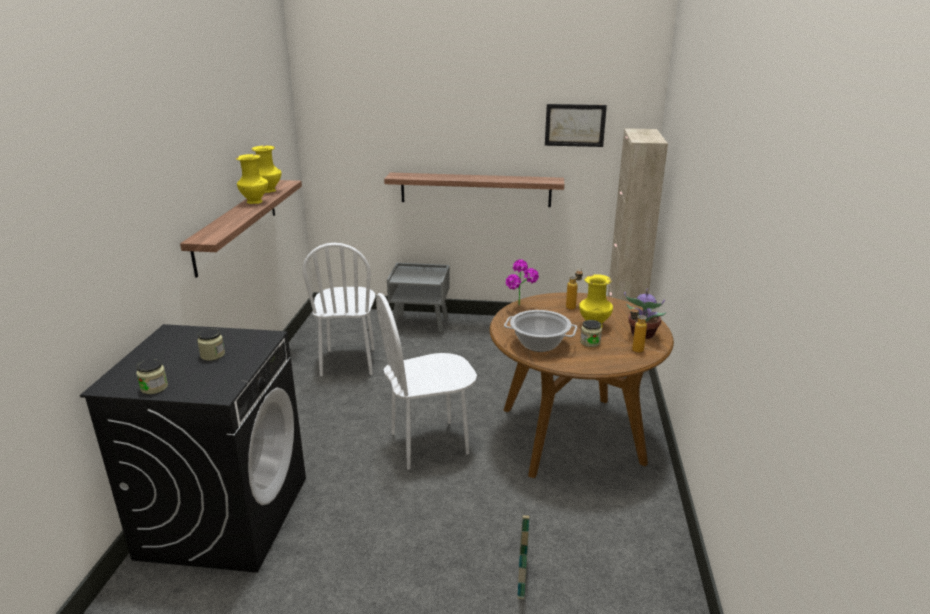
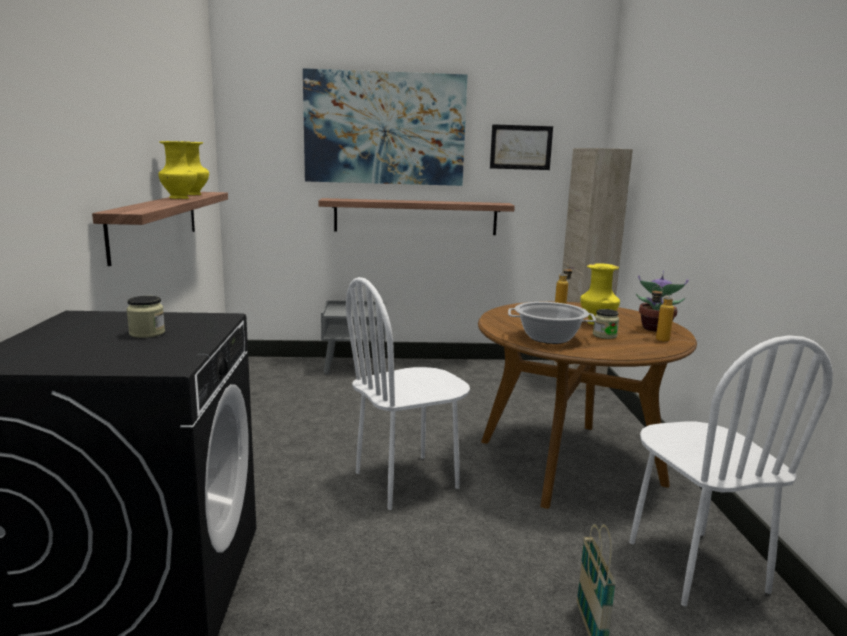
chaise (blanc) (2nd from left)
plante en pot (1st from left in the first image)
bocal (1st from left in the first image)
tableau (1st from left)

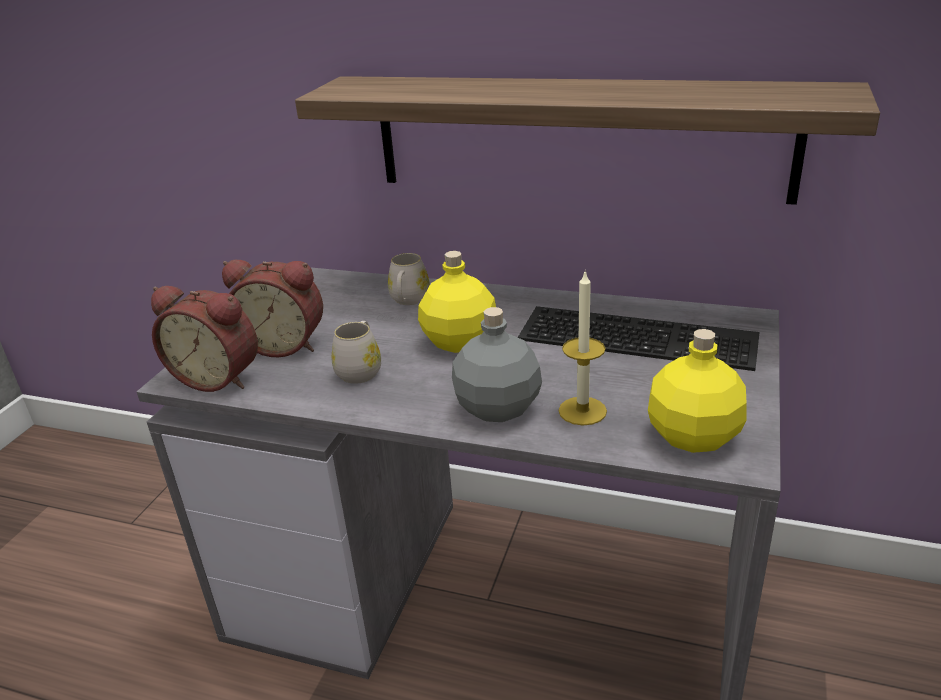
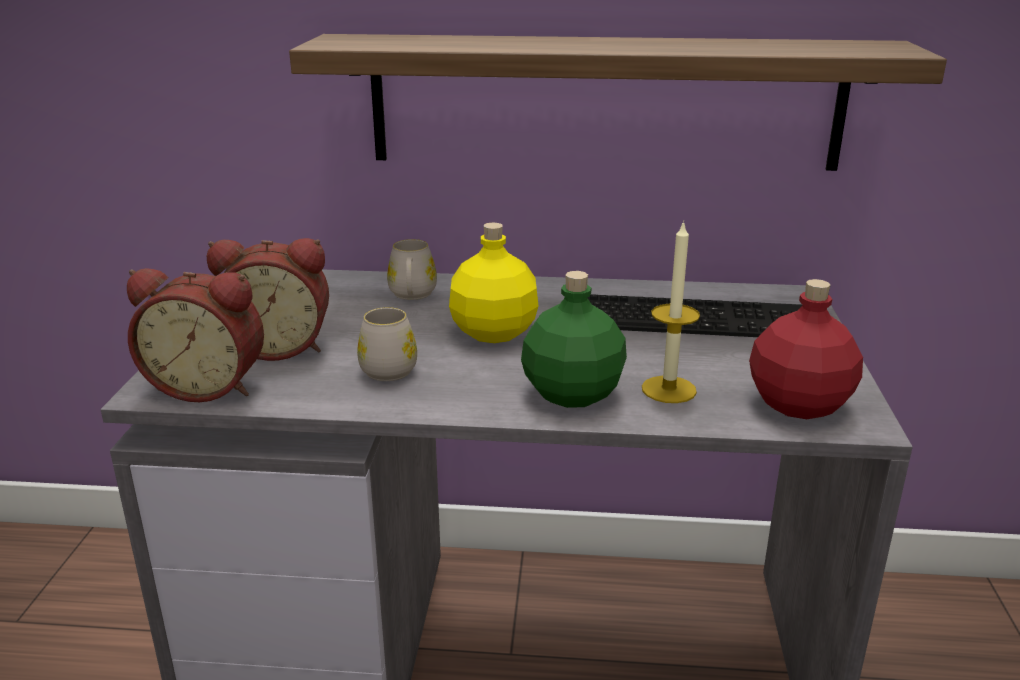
bouteille (vert)
bouteille (rouge)

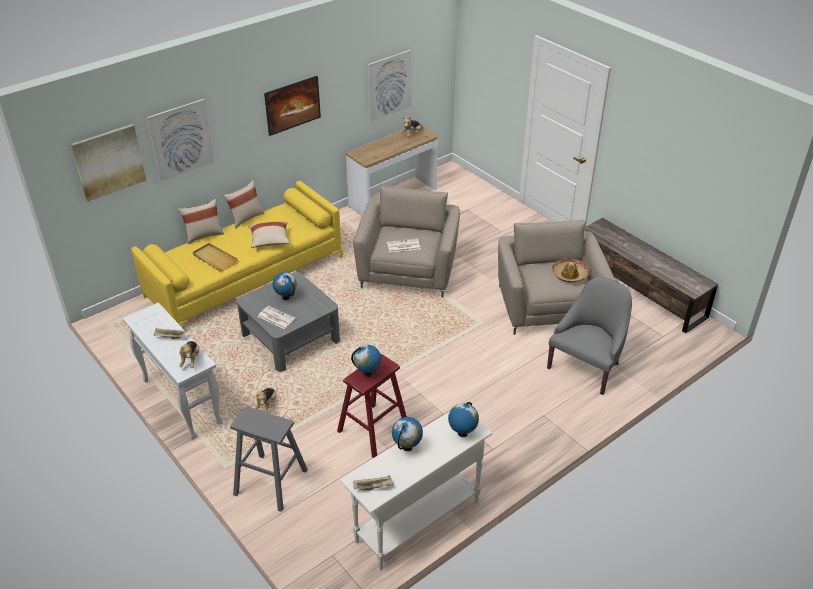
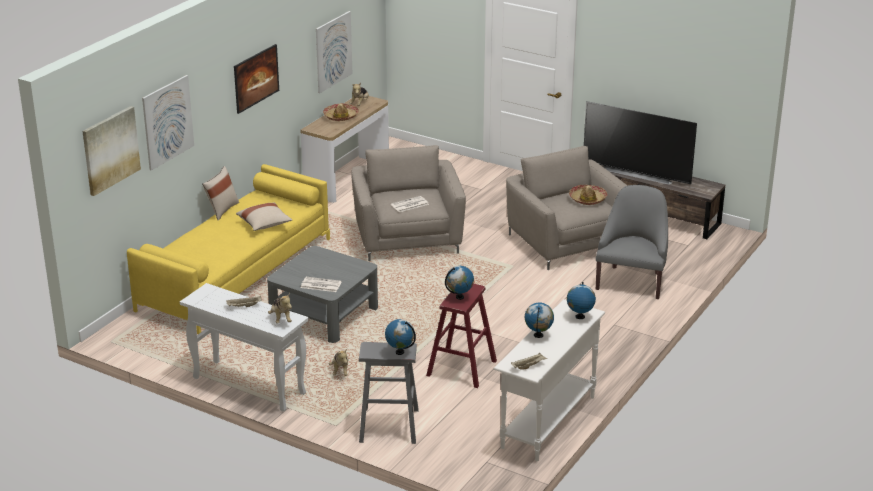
coussin (beige) (1st from left in the first image)
plateau (beige) (2nd from left in the first image)
globe (1st from left)
téléviseur
chapeau (1st from left)

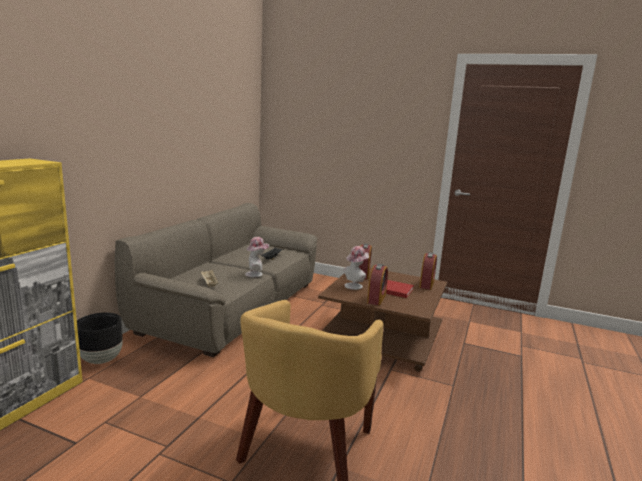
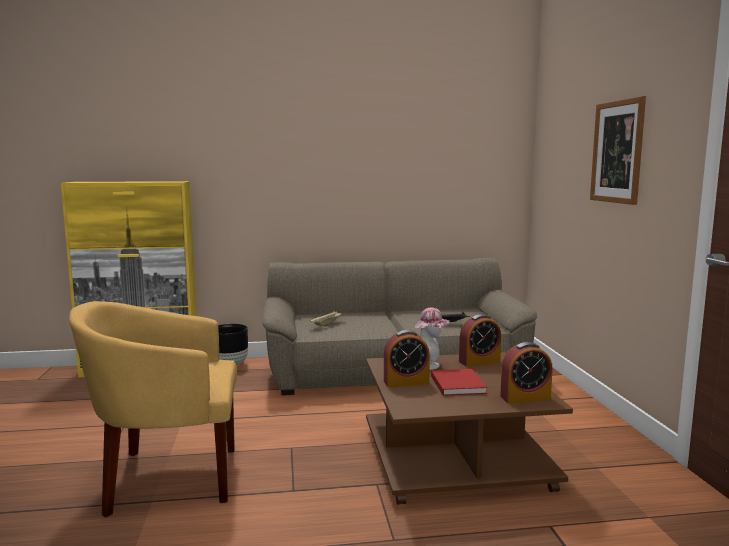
chapeau (1st from left in the first image)
tableau

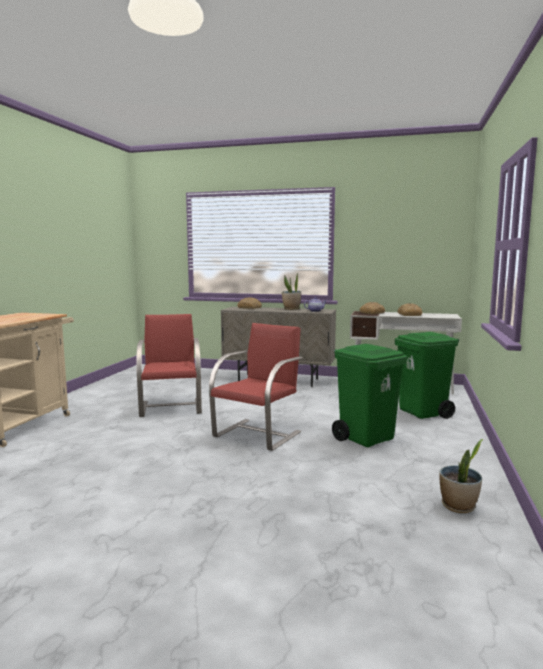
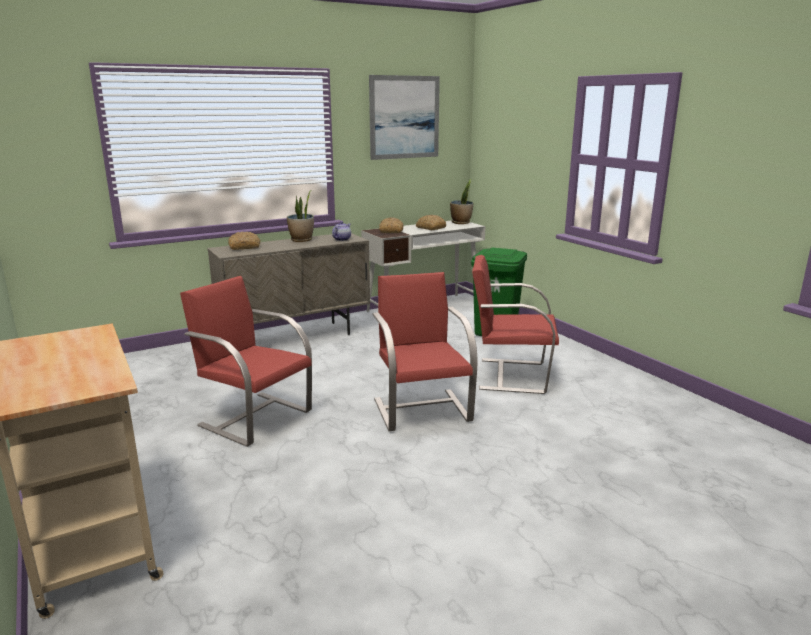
chaise (rouge) (3rd from left)
plante en pot (2nd from left)
tableau

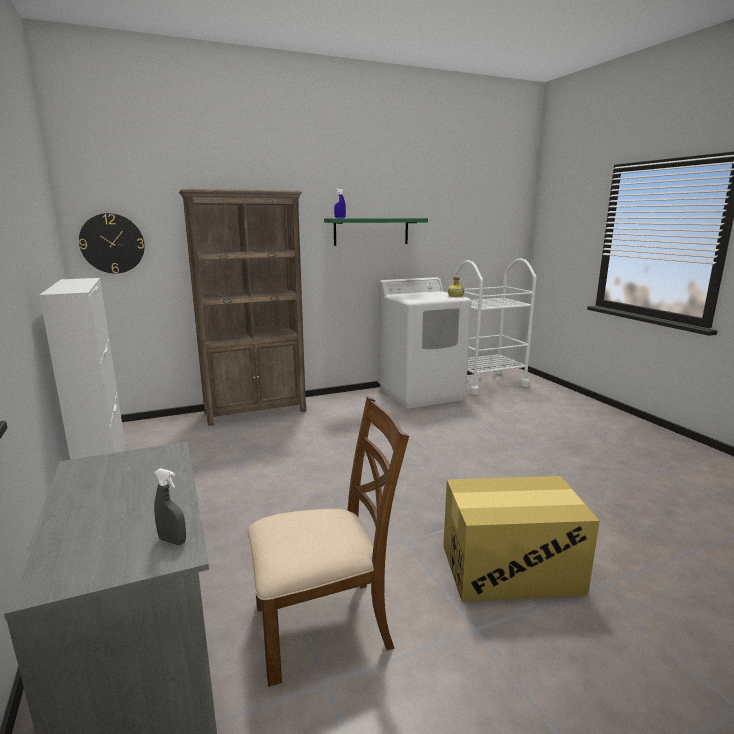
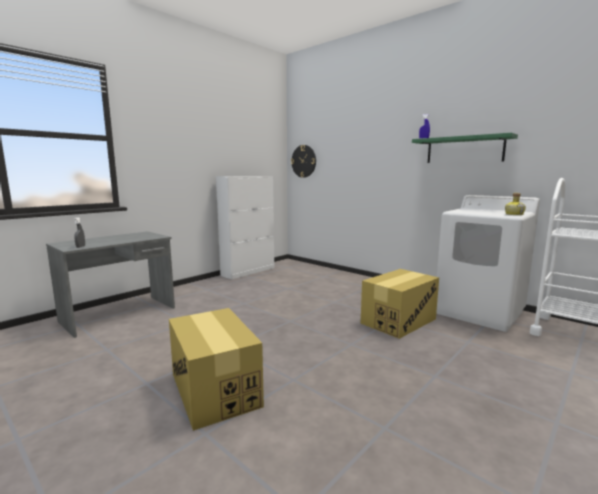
bibliothèque (marron)
chaise (marron)
carton (2nd from left)

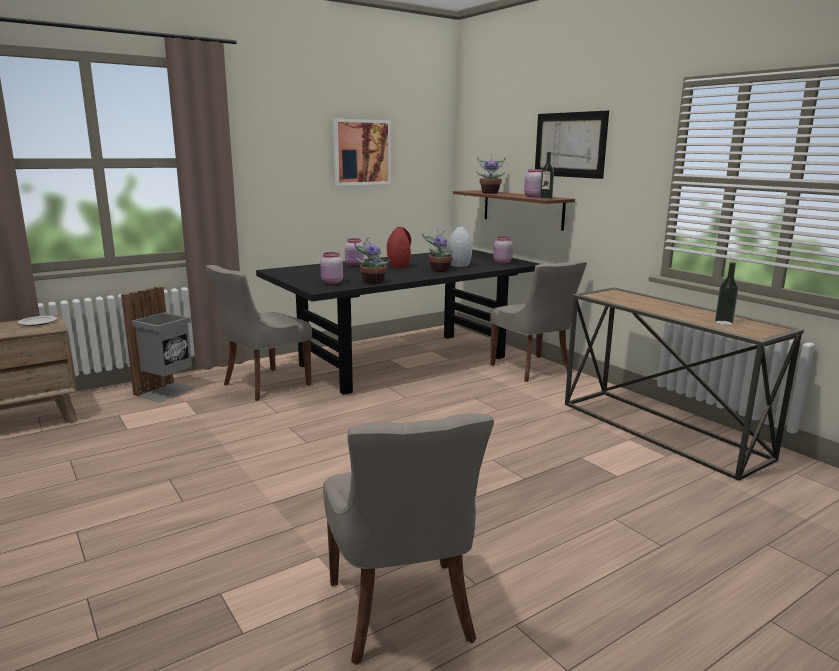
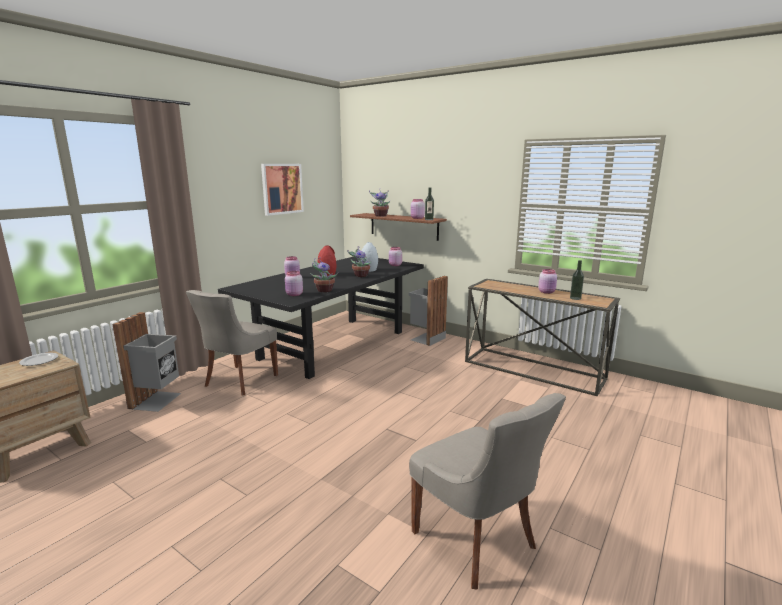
tableau (2nd from left in the first image)
poubelle (gris) (2nd from left)
bocal (rose) (5th from left)

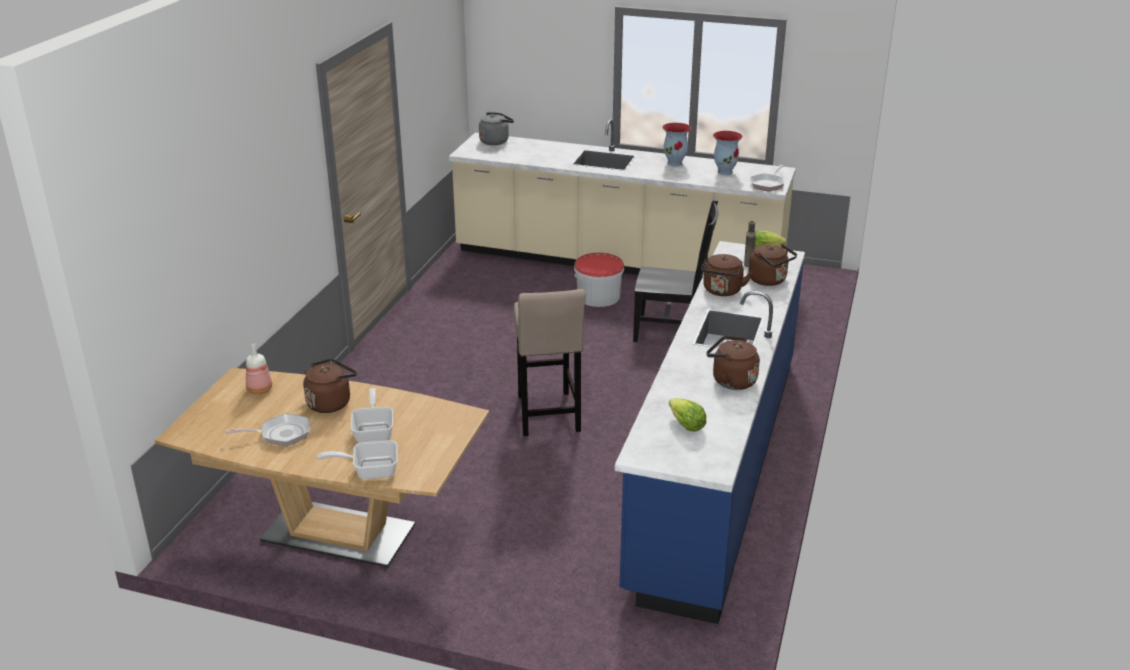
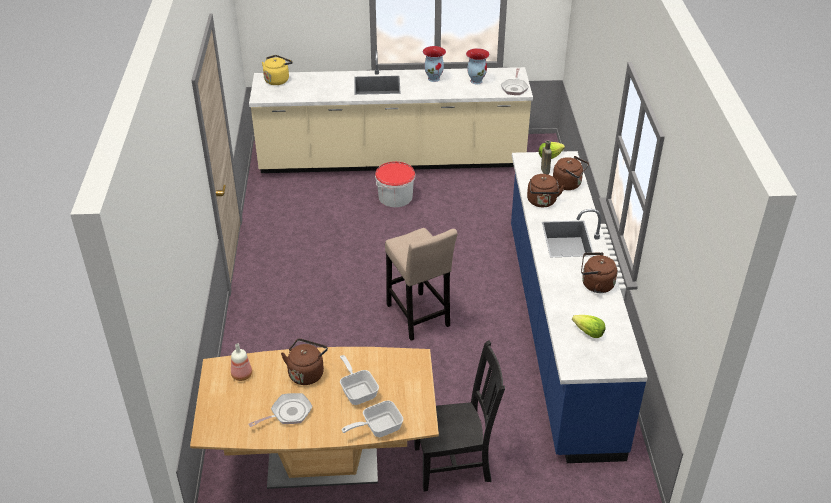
bouilloire (jaune)
chaise (noir)

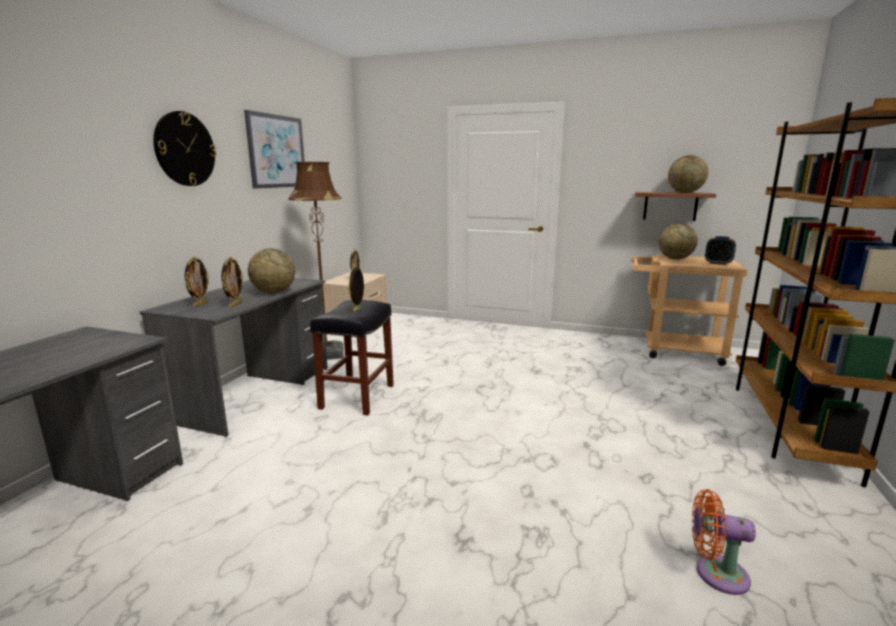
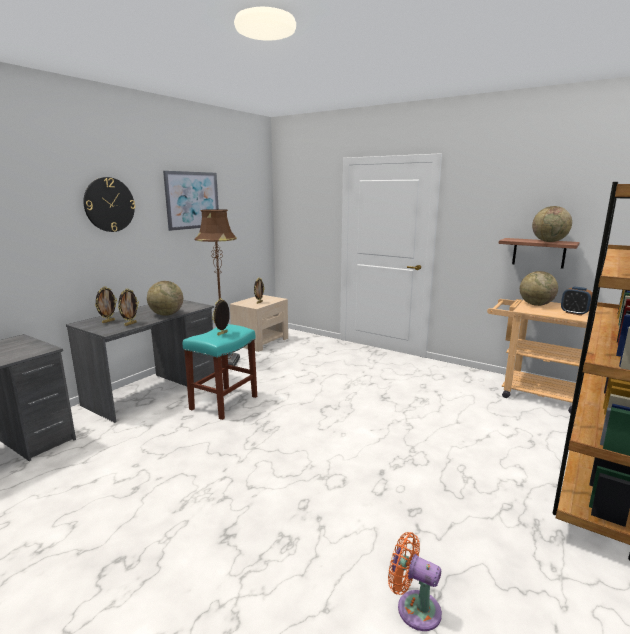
tabouret (turquoise)

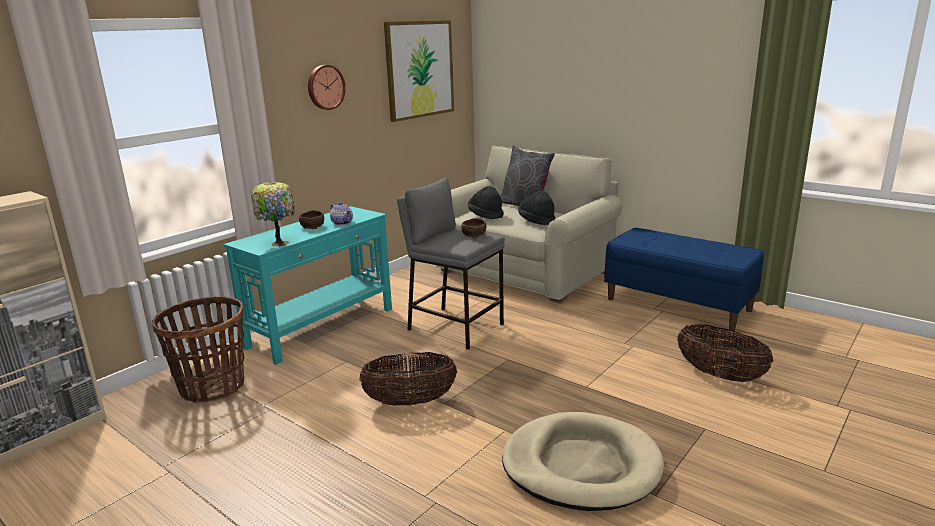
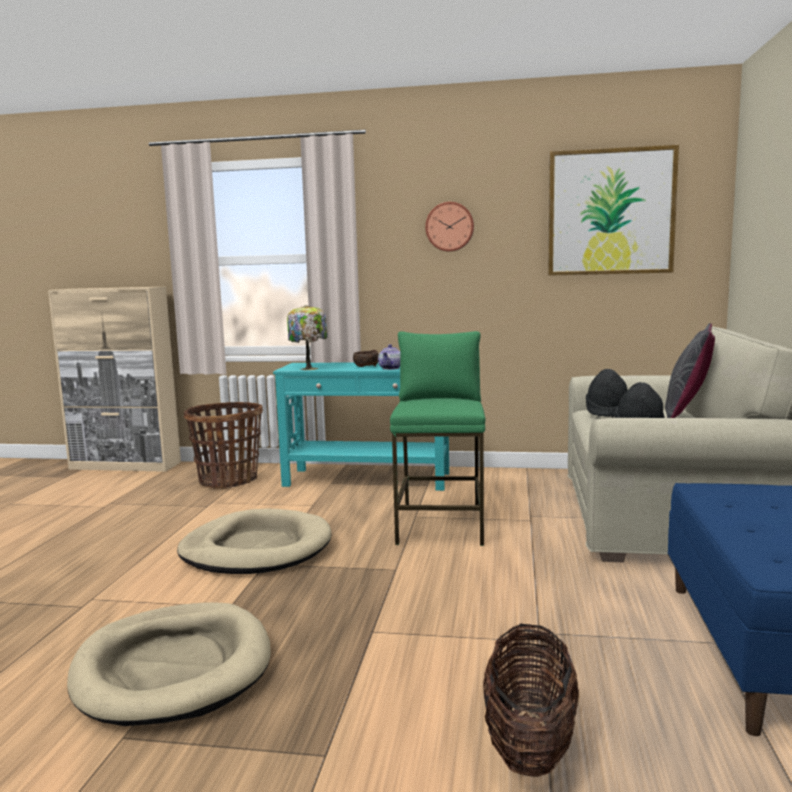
tabouret (vert)
bol (marron) (2nd from left in the first image)
panier pour chien (beige) (2nd from left)

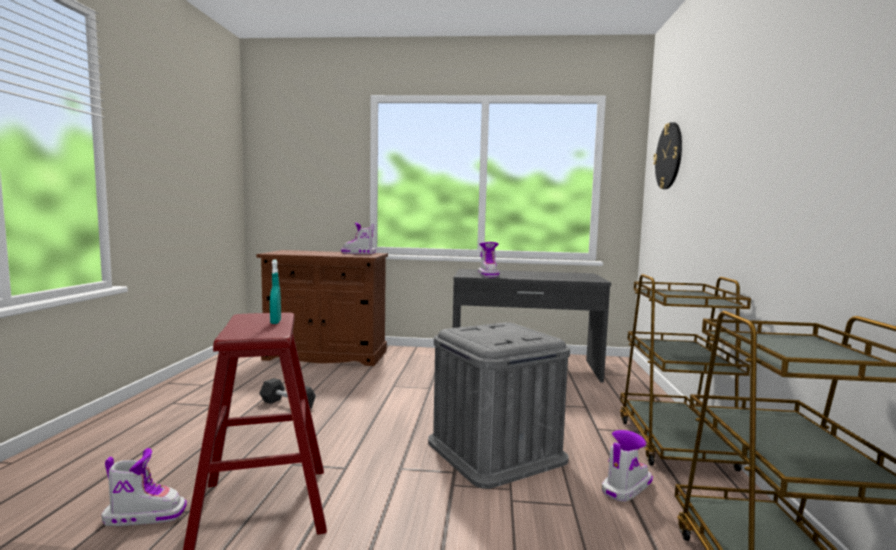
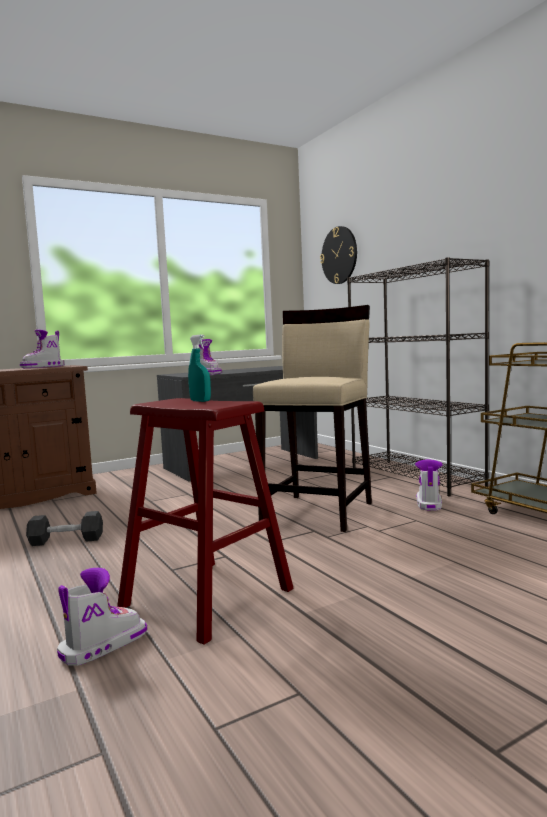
bibliothèque (noir)
tabouret (beige)

